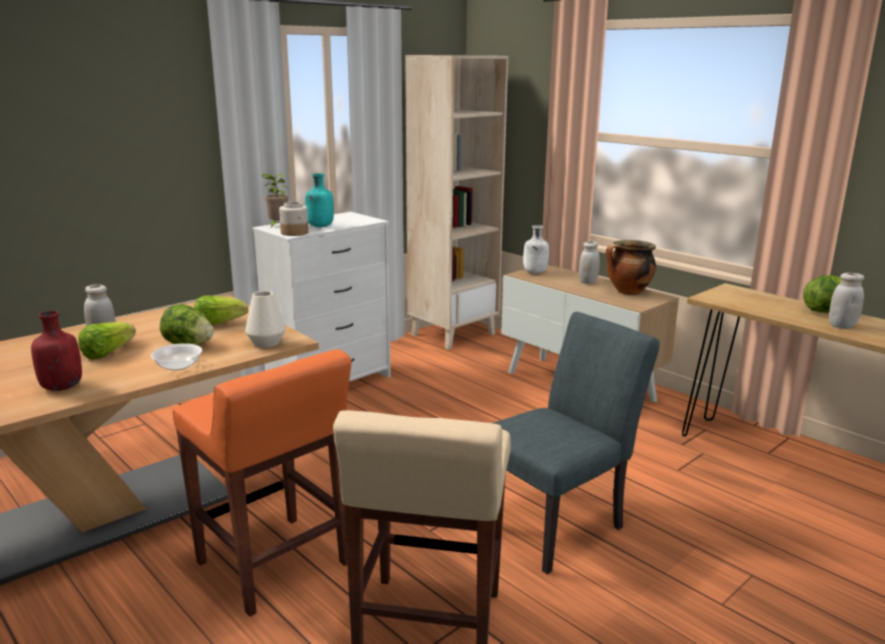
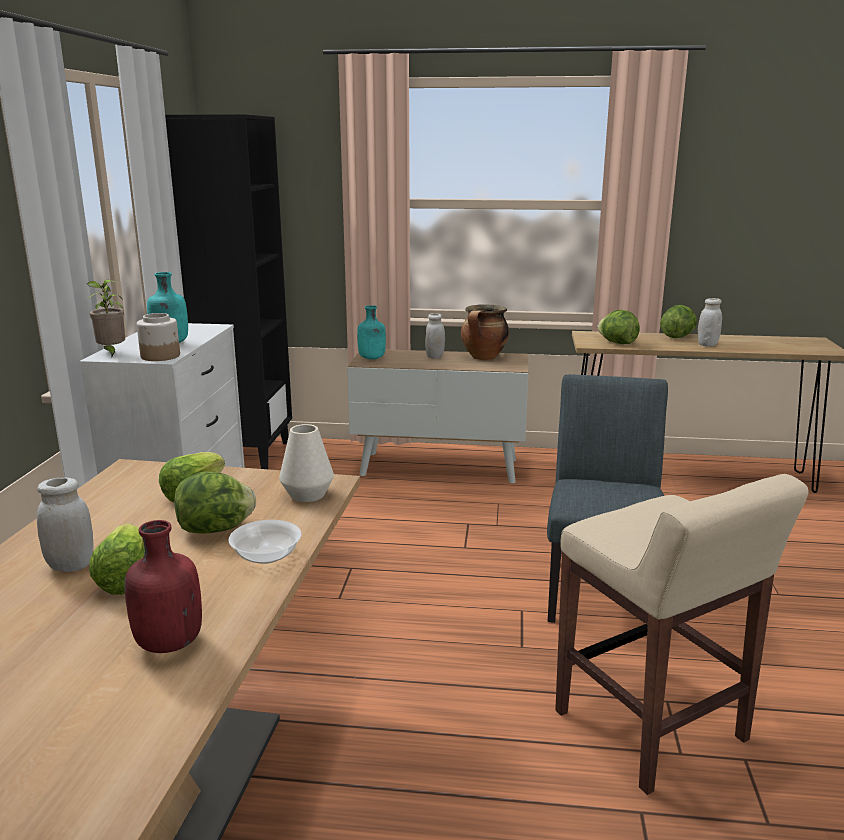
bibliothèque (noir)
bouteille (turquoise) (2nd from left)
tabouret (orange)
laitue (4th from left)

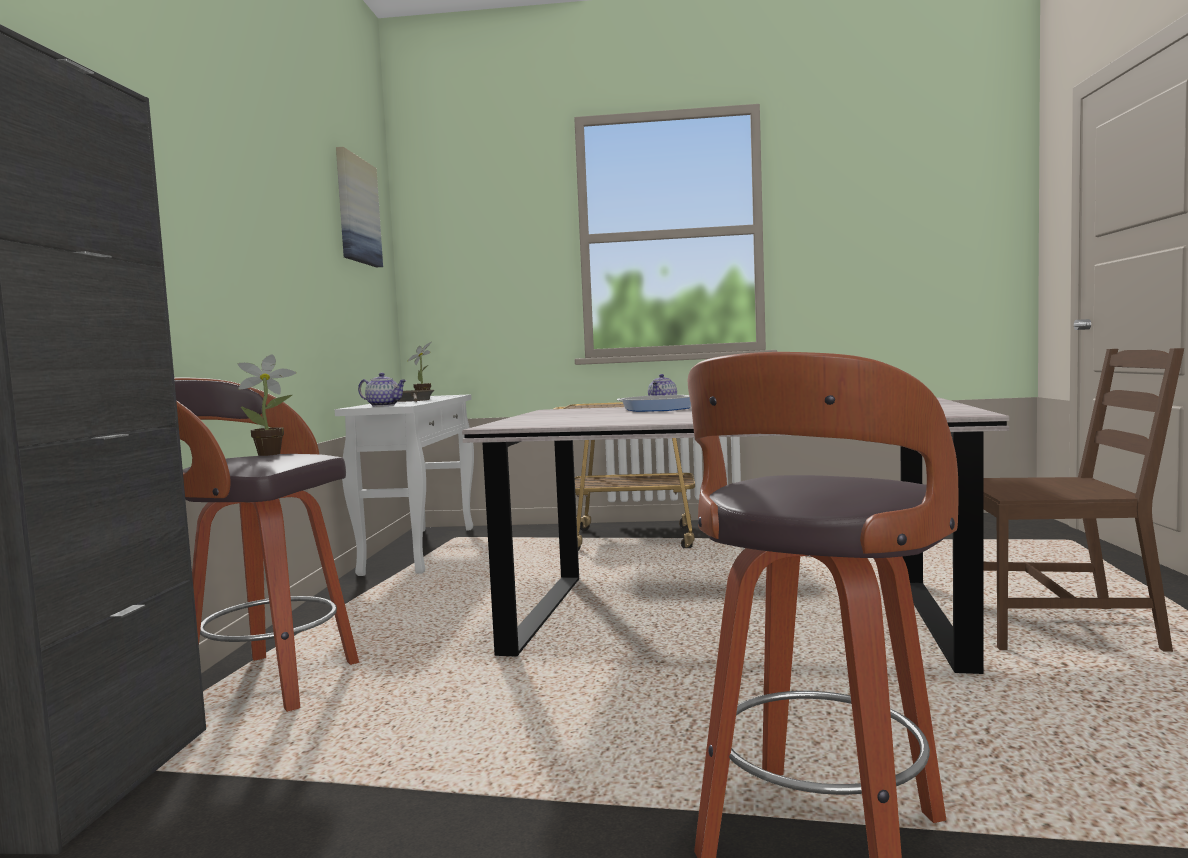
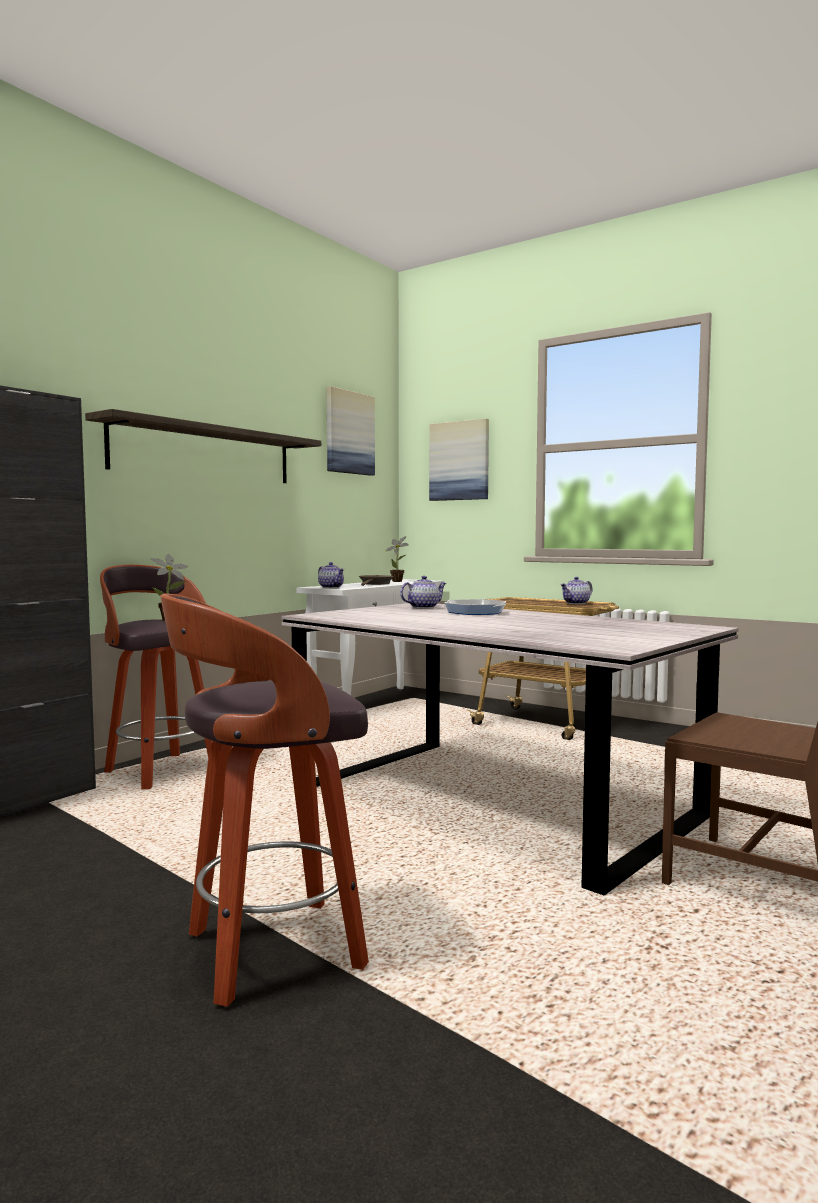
étagère
tableau (2nd from left)
théière (2nd from left)

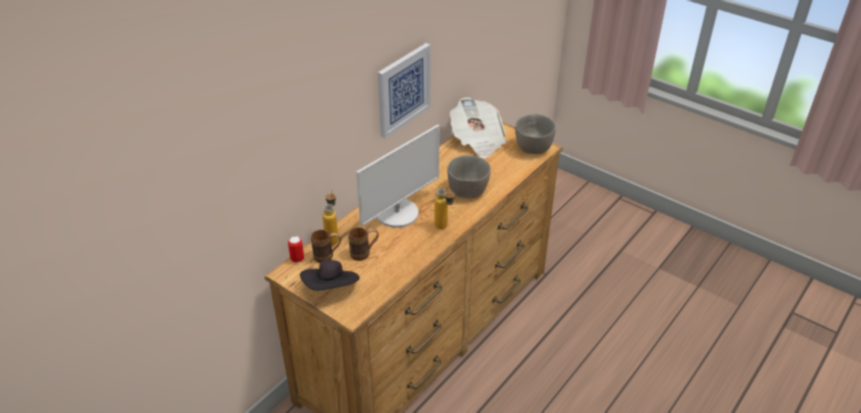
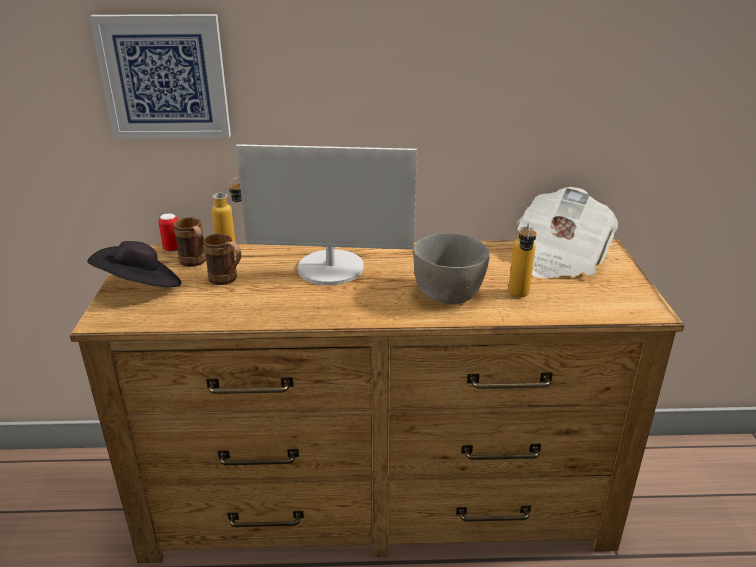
tableau
bol (gris) (2nd from left in the first image)
bouteille (2nd from left)

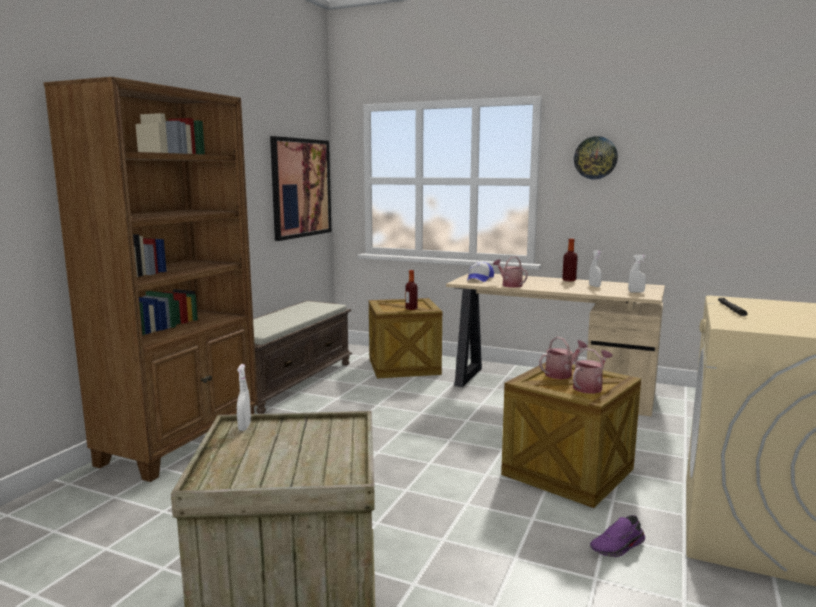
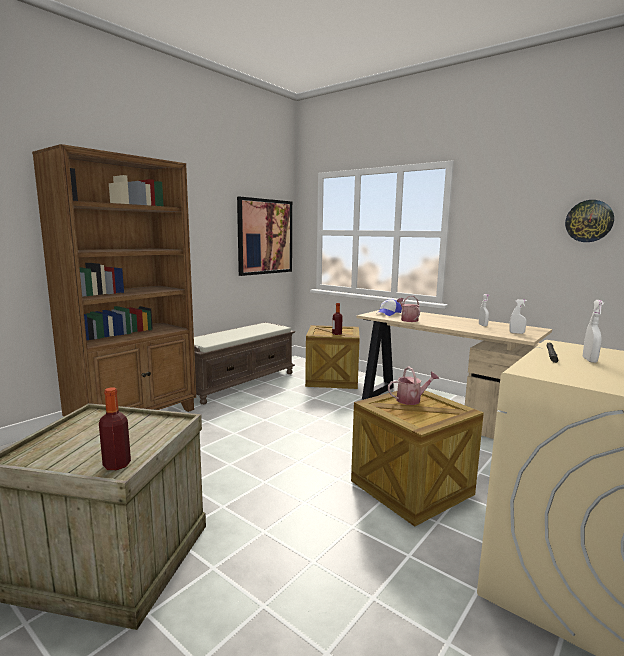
horloge murale
bouteille (1st from left)
arrosoir (3rd from left in the first image)
vaporisateur (blanc) (3rd from left)
chaussure (violet)

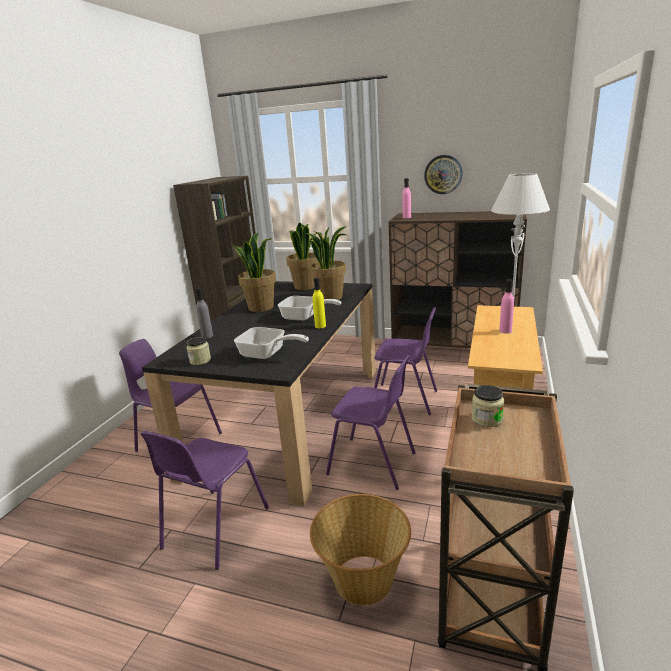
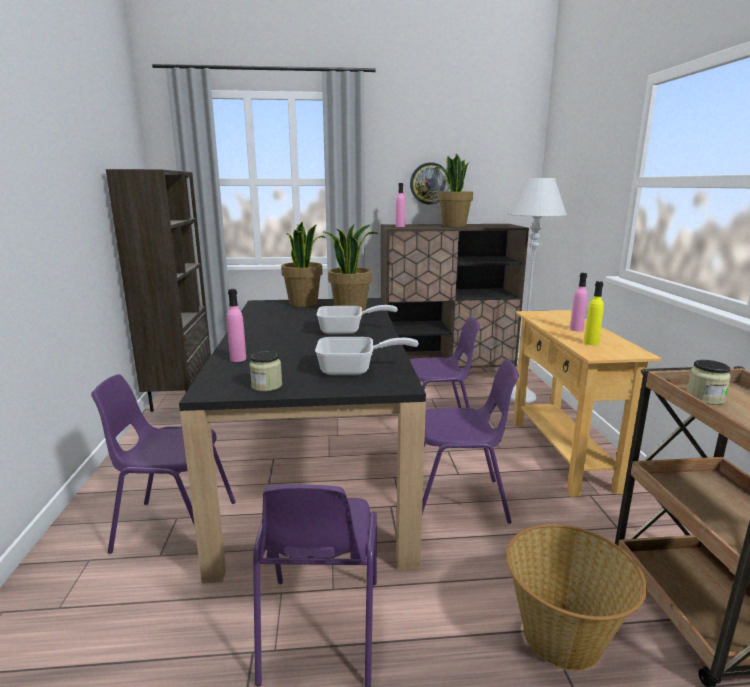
plante en pot (3rd from left)
bouteille (jaune)
bouteille (rose) (1st from left)

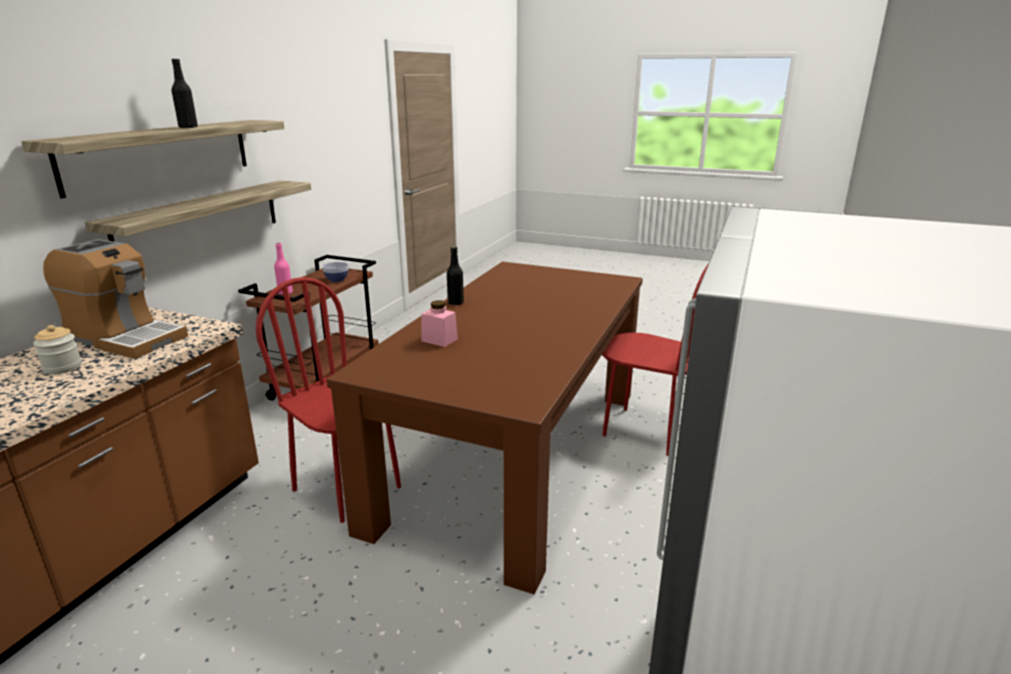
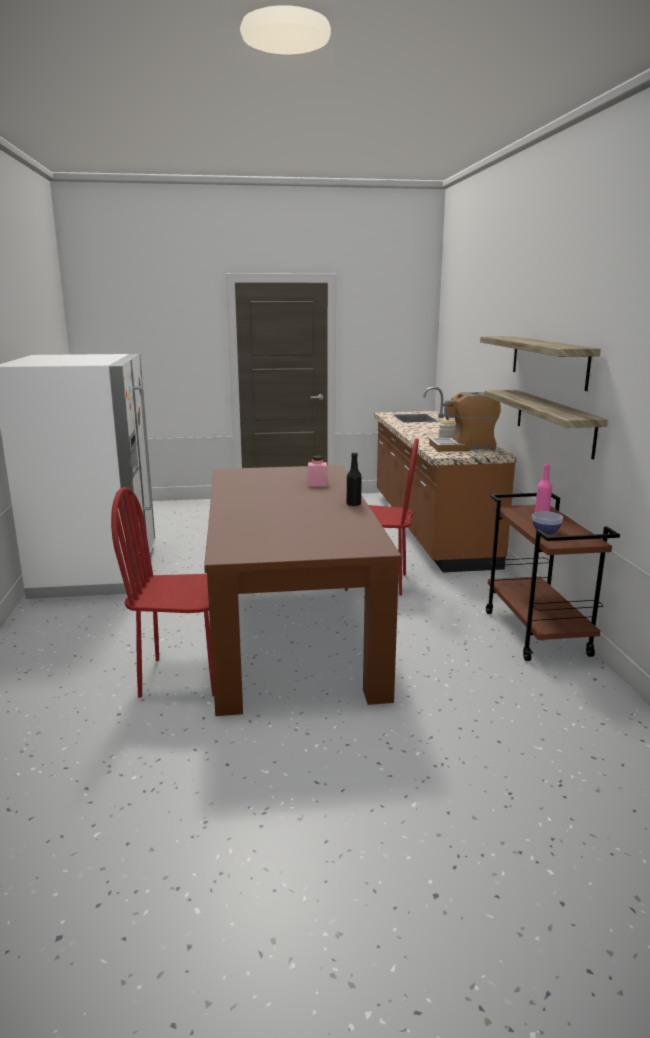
bouteille (noir) (1st from left in the first image)

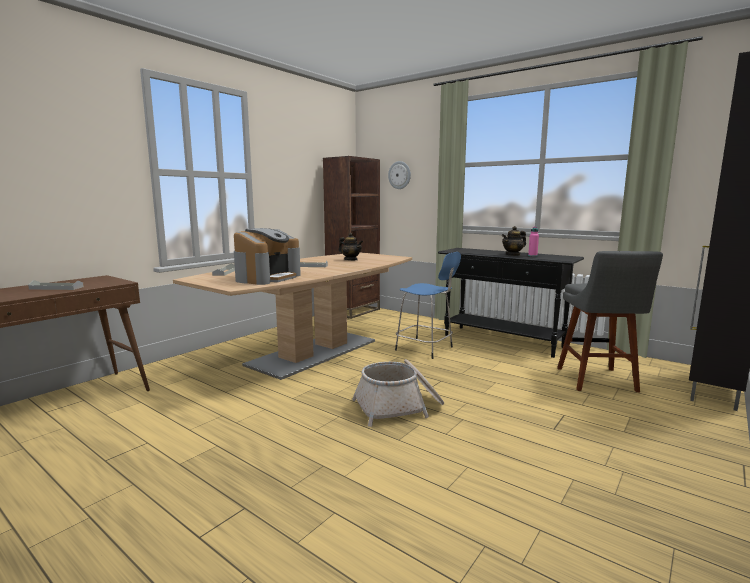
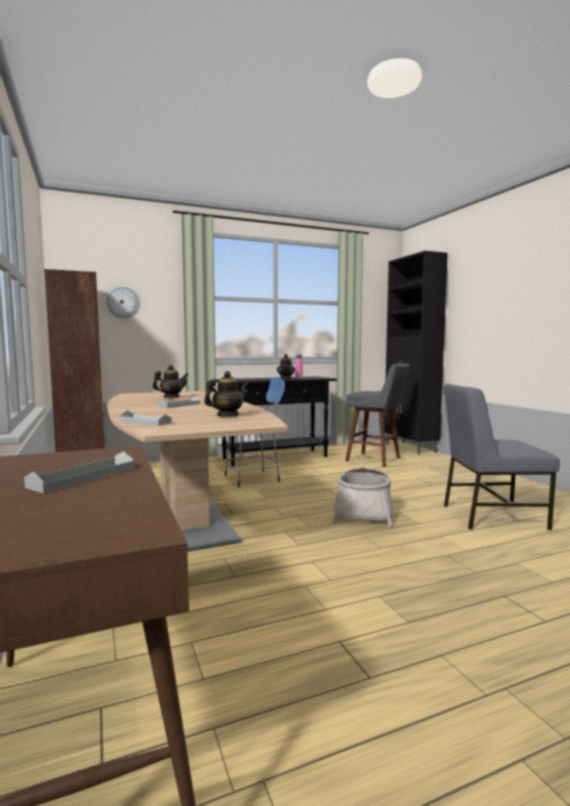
théière (2nd from left)
chaise (gris)

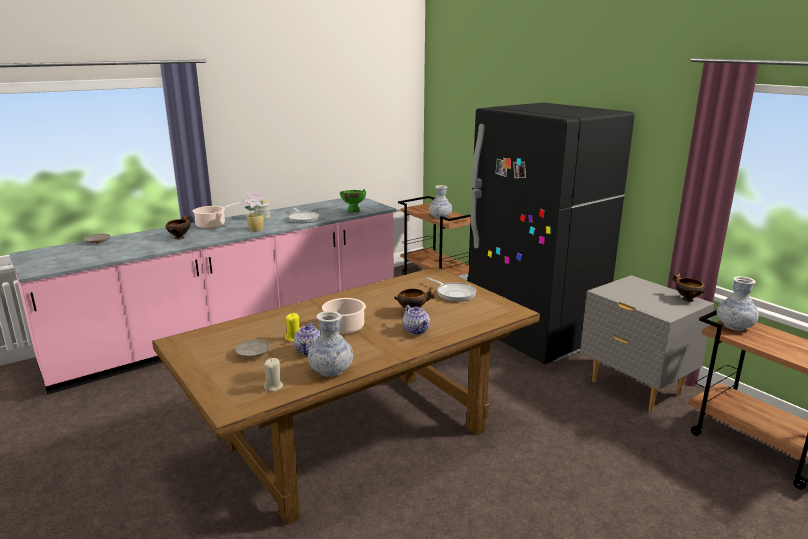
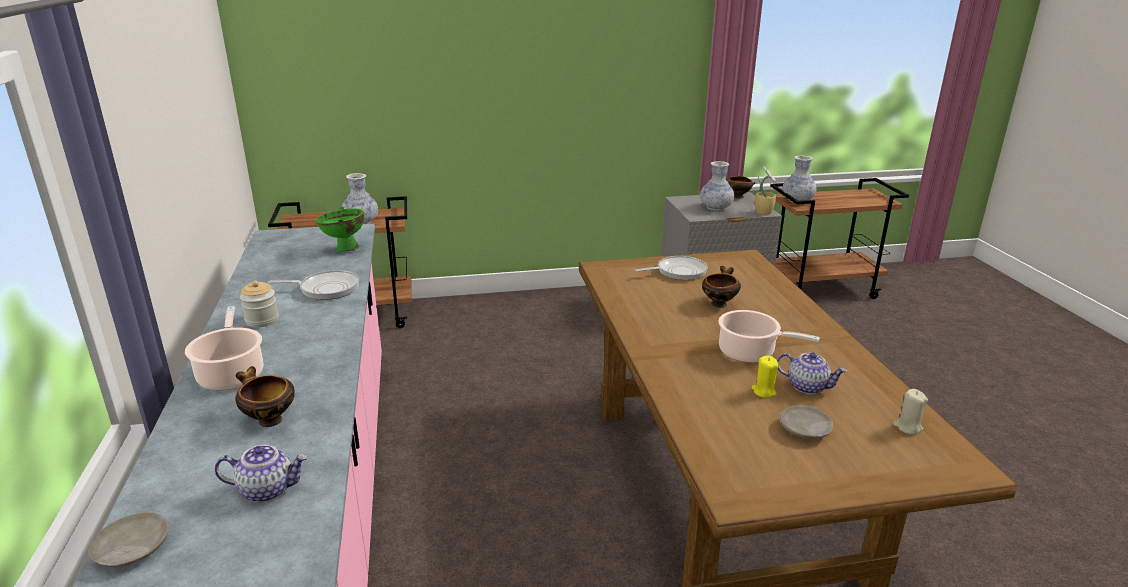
réfrigérateur (noir)
plante en pot
théière (1st from left)
vase (2nd from left)

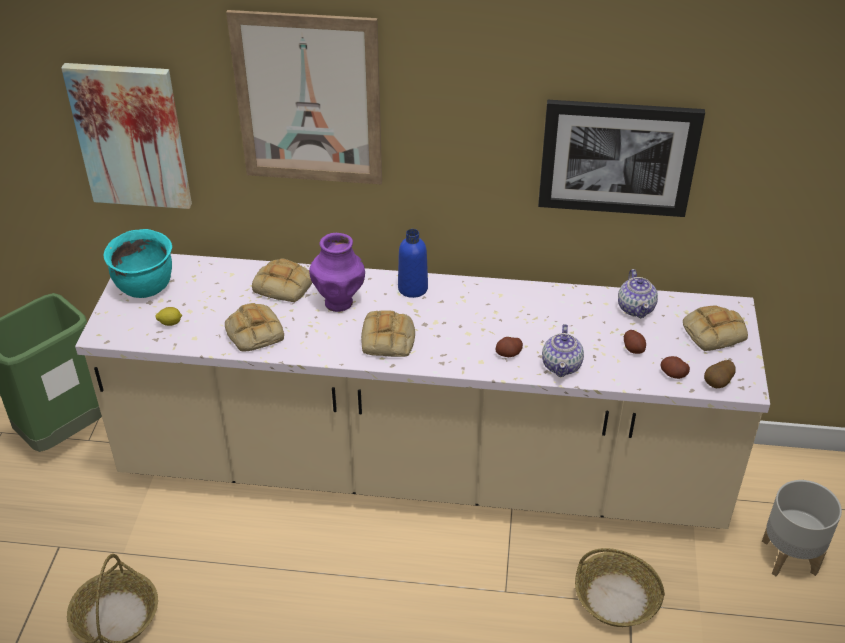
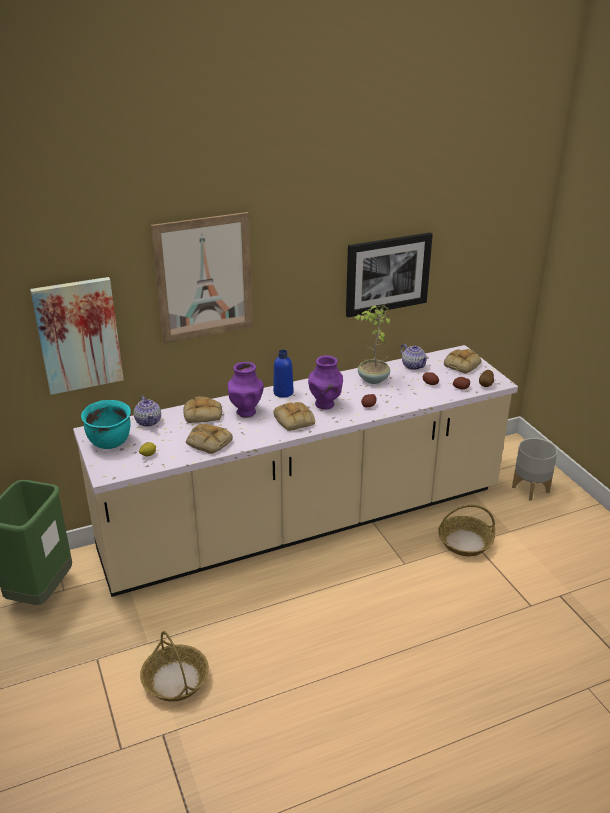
théière (1st from left)
plante en pot
vase (violet) (2nd from left)

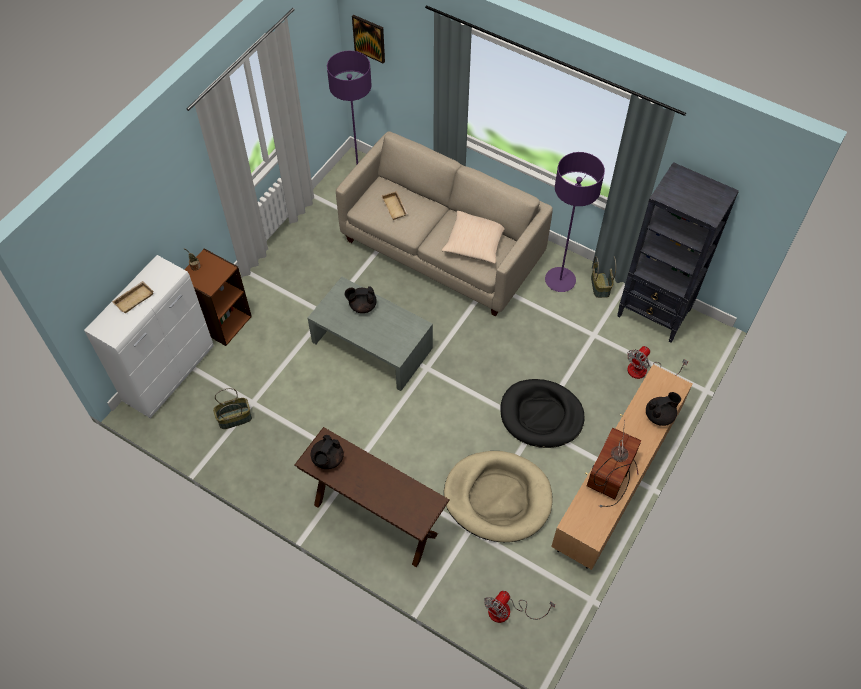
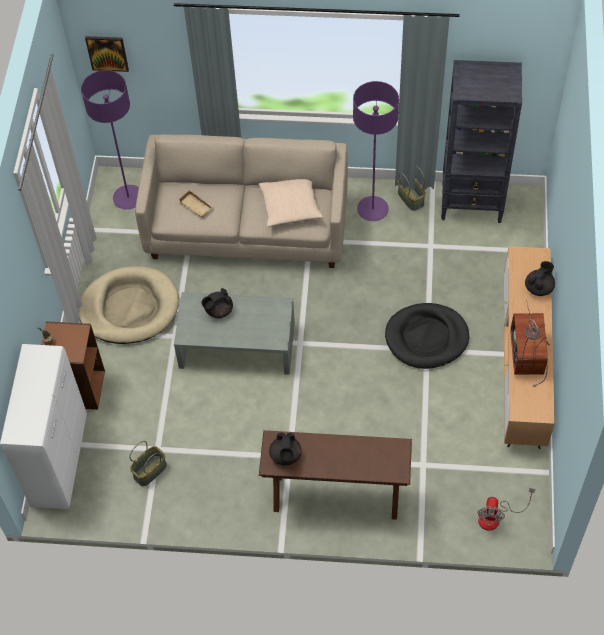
plateau (beige) (1st from left in the first image)
ventilateur (2nd from left in the first image)
panier pour chien (beige)

